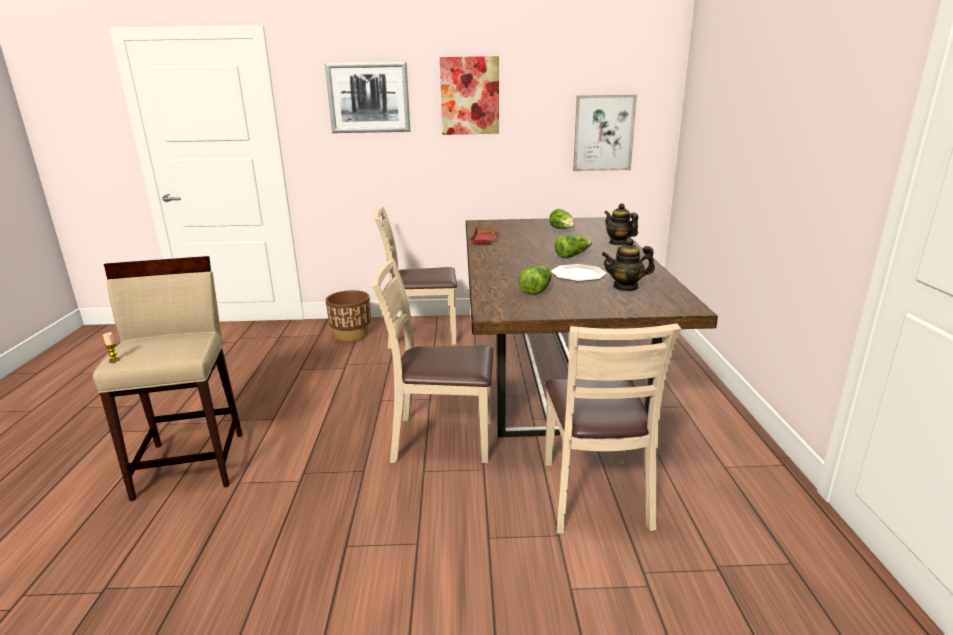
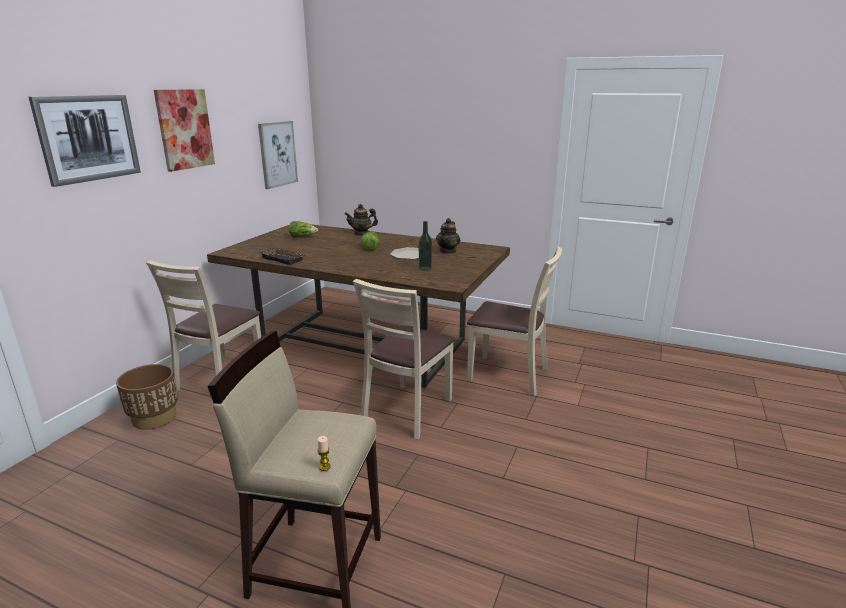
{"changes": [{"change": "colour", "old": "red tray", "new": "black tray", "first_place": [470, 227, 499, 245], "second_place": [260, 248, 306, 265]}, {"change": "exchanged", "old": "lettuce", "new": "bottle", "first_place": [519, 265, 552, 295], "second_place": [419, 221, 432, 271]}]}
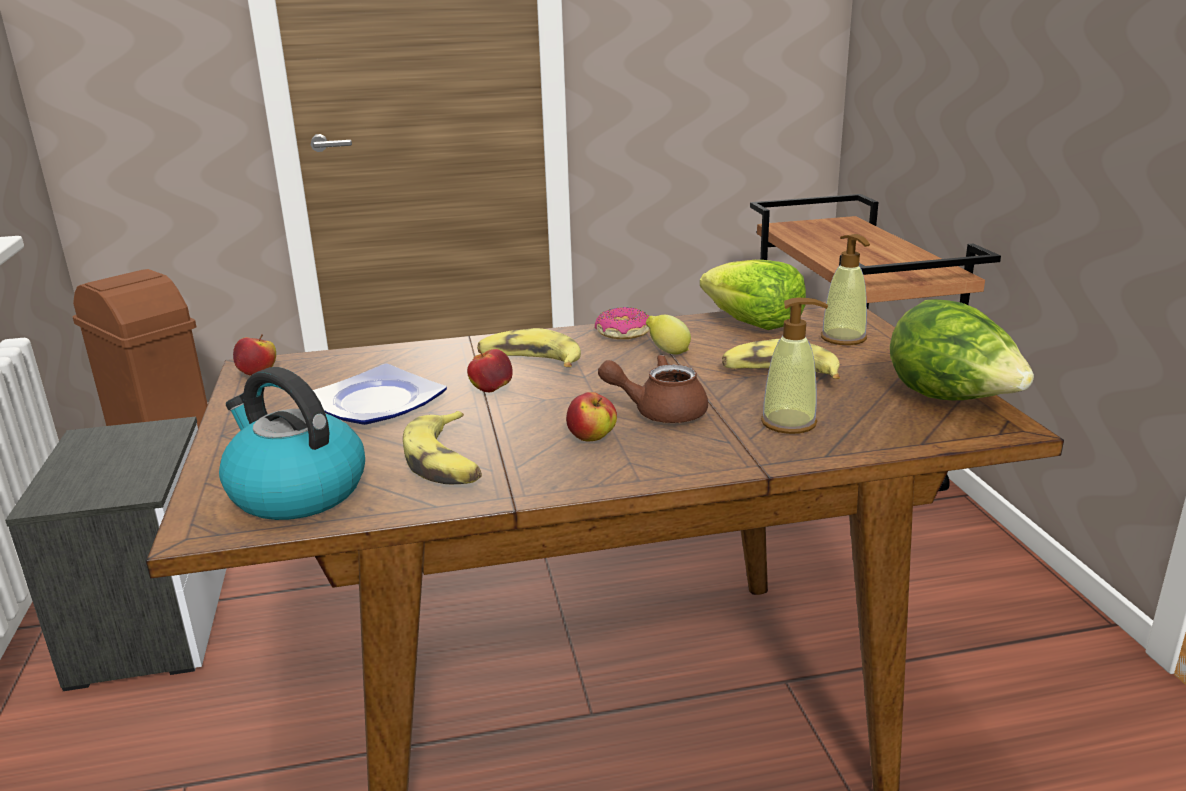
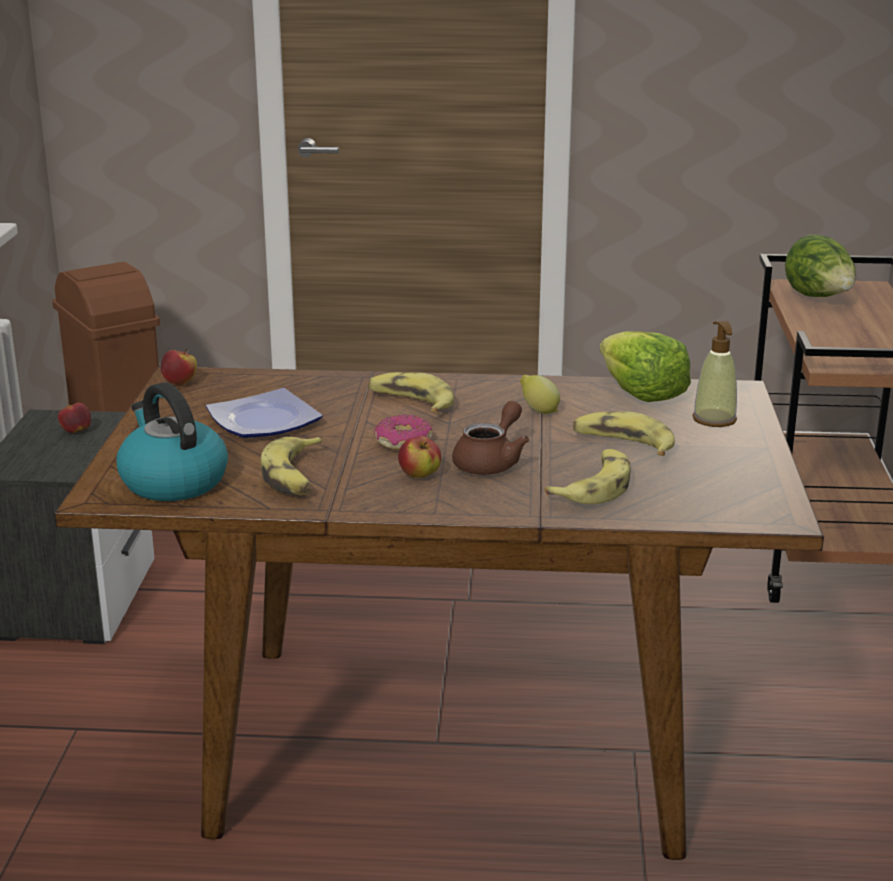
{"changes": [{"change": "relocated", "old": "apple", "first_place": [467, 349, 513, 392], "second_place": [58, 402, 91, 433]}, {"change": "relocated", "old": "donut", "first_place": [595, 307, 650, 339], "second_place": [374, 415, 432, 450]}, {"change": "spun", "old": "brown teapot", "first_place": [598, 355, 708, 423], "second_place": [452, 401, 529, 475], "degrees": 105}, {"change": "exchanged", "old": "soap dispenser", "new": "banana", "first_place": [761, 297, 828, 434], "second_place": [544, 449, 631, 504]}, {"change": "relocated", "old": "lettuce", "first_place": [890, 299, 1034, 400], "second_place": [785, 234, 856, 297]}]}
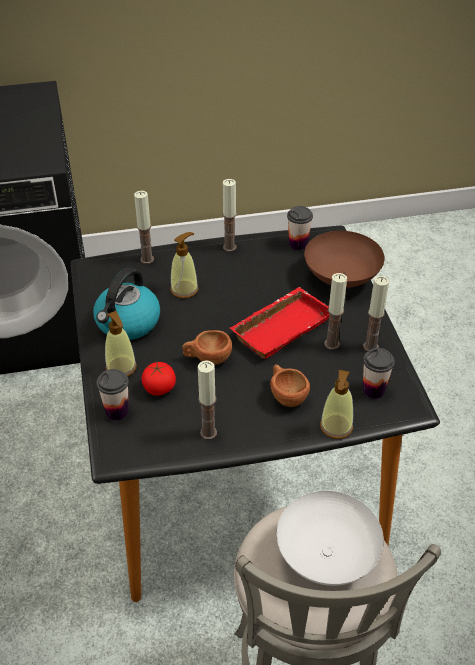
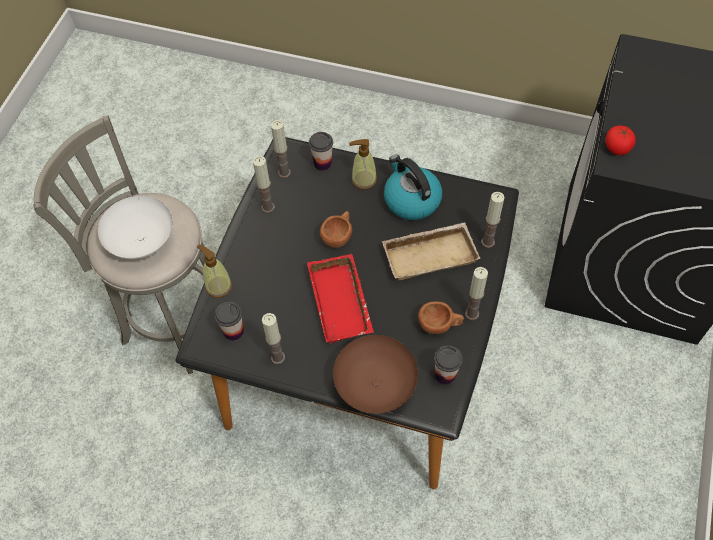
{"changes": [{"change": "relocated", "old": "candle", "first_place": [324, 273, 347, 350], "second_place": [271, 120, 291, 178]}, {"change": "exchanged", "old": "soap dispenser", "new": "beige tray", "first_place": [170, 232, 199, 299], "second_place": [382, 222, 480, 280]}, {"change": "relocated", "old": "brown cup", "first_place": [270, 364, 310, 407], "second_place": [418, 301, 464, 334]}, {"change": "relocated", "old": "tomato", "first_place": [141, 362, 176, 396], "second_place": [606, 126, 636, 155]}]}
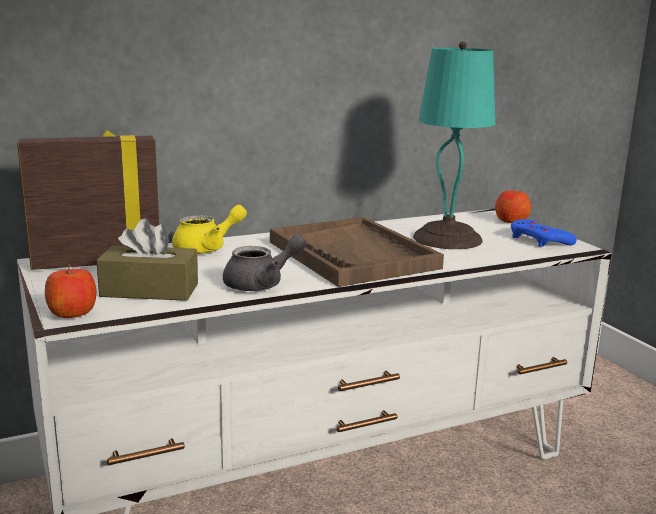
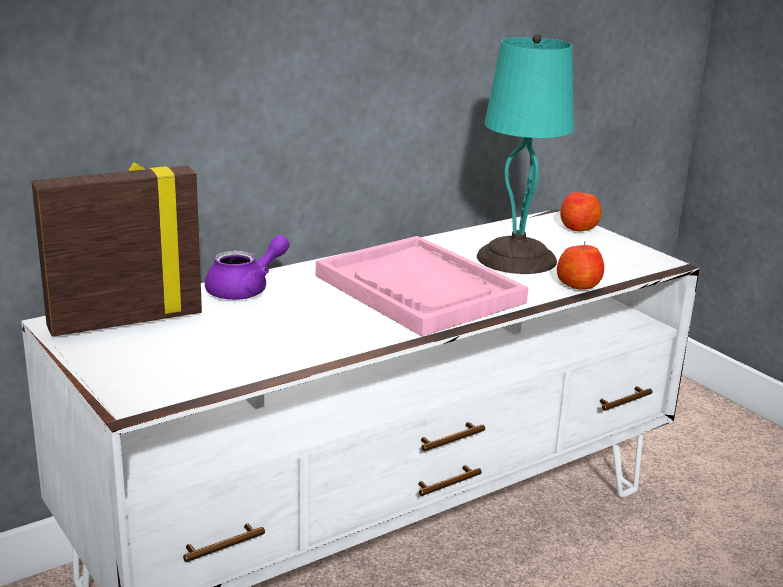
{"changes": [{"change": "colour", "old": "yellow teapot", "new": "purple teapot", "first_place": [172, 205, 247, 254], "second_place": [205, 235, 290, 300]}, {"change": "colour", "old": "brown tray", "new": "pink tray", "first_place": [270, 217, 444, 287], "second_place": [316, 236, 528, 336]}, {"change": "relocated", "old": "apple", "first_place": [45, 264, 96, 318], "second_place": [557, 241, 604, 290]}, {"change": "missing", "old": "brown tissue box", "first_place": [96, 219, 198, 301]}, {"change": "missing", "old": "grey teapot", "first_place": [223, 234, 307, 291]}, {"change": "missing", "old": "blue game controller", "first_place": [511, 219, 577, 247]}]}
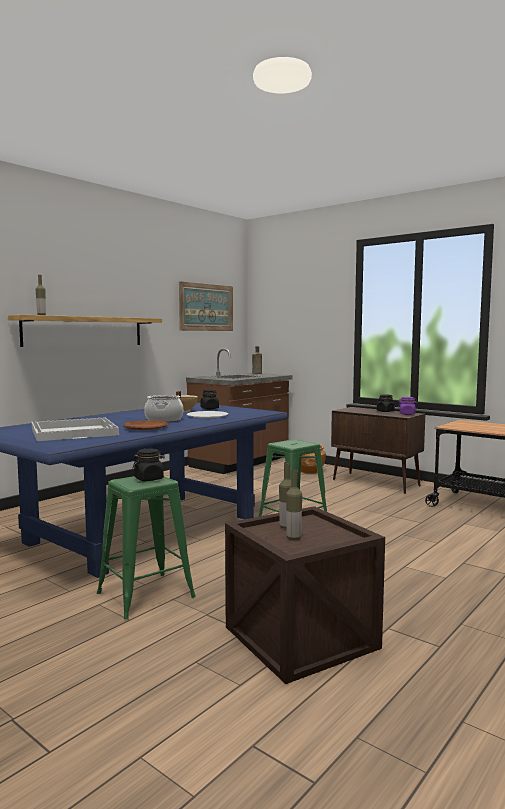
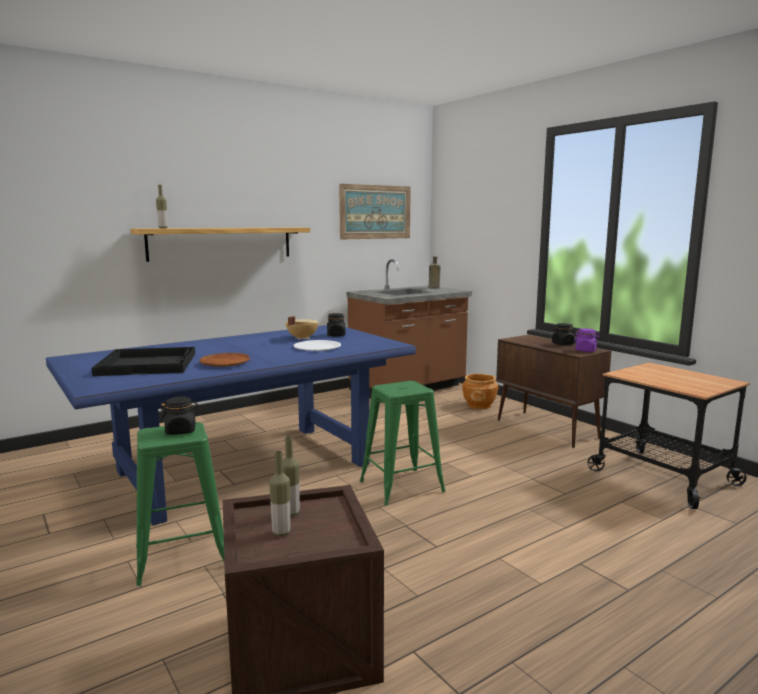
{"changes": [{"change": "colour", "old": "white tray", "new": "black tray", "first_place": [32, 418, 119, 441], "second_place": [92, 347, 195, 376]}, {"change": "missing", "old": "cooking pot", "first_place": [144, 395, 183, 422]}]}
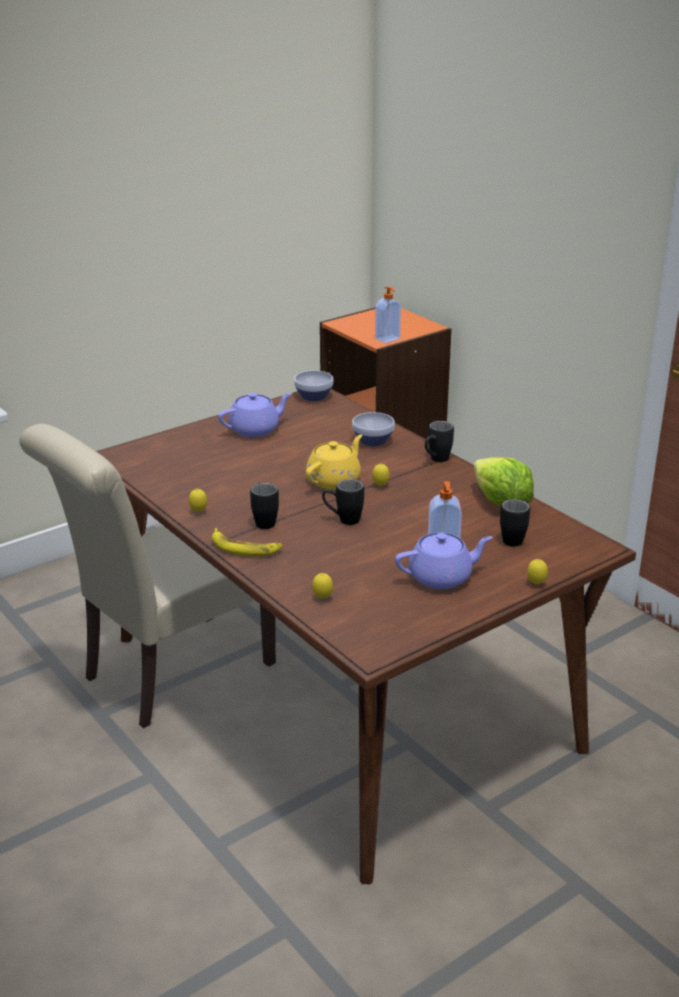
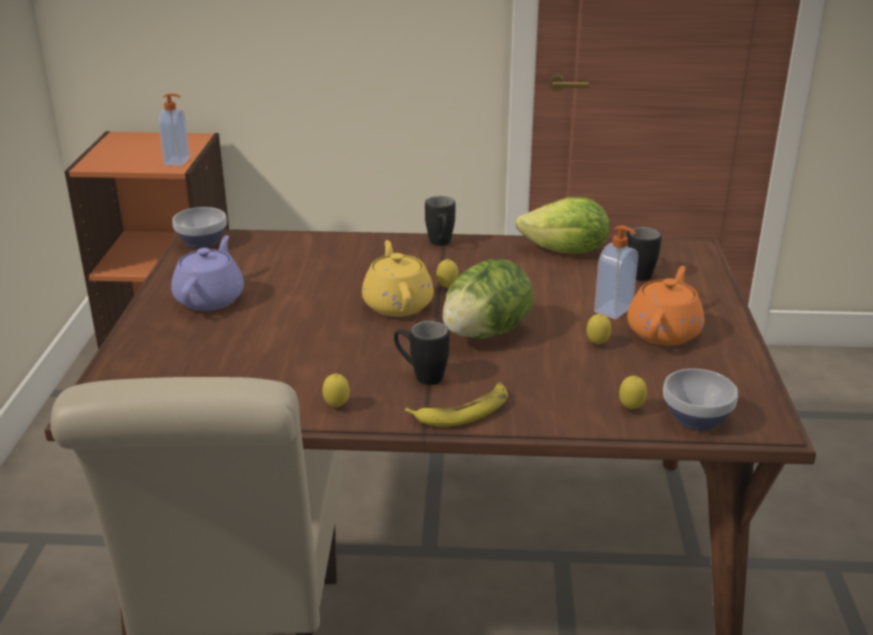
{"changes": [{"change": "exchanged", "old": "black mug", "new": "lettuce", "first_place": [322, 479, 364, 525], "second_place": [442, 259, 534, 339]}, {"change": "relocated", "old": "lemon", "first_place": [527, 559, 548, 585], "second_place": [586, 313, 611, 345]}, {"change": "colour", "old": "purple teapot", "new": "orange teapot", "first_place": [395, 532, 493, 589], "second_place": [627, 266, 704, 346]}, {"change": "relocated", "old": "bowl", "first_place": [352, 412, 395, 446], "second_place": [663, 369, 738, 430]}]}
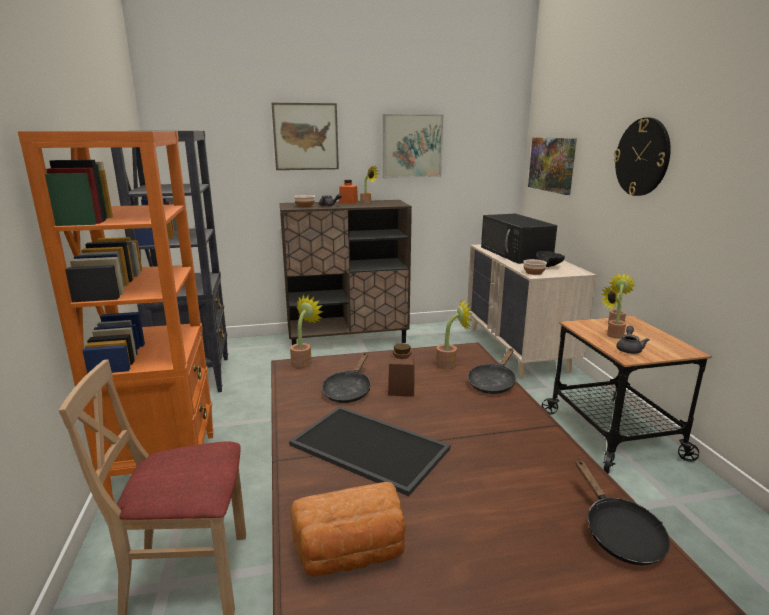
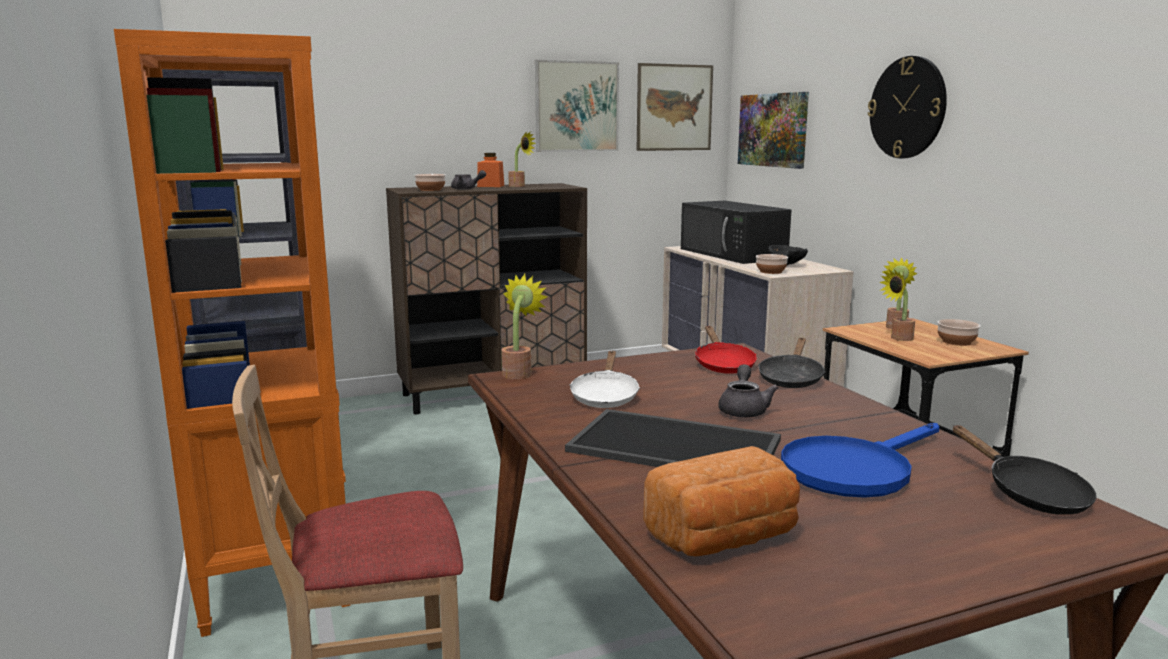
{"changes": [{"change": "colour", "old": "black frying pan", "new": "white frying pan", "first_place": [322, 353, 371, 403], "second_place": [569, 351, 640, 408]}, {"change": "relocated", "old": "picture", "first_place": [271, 103, 339, 170], "second_place": [637, 63, 713, 151]}, {"change": "exchanged", "old": "potted plant", "new": "red frying pan", "first_place": [436, 299, 473, 369], "second_place": [695, 326, 757, 374]}, {"change": "relocated", "old": "grey teapot", "first_place": [616, 326, 650, 354], "second_place": [718, 364, 779, 418]}, {"change": "appeared", "new": "blue frying pan", "second_place": [781, 423, 940, 498]}, {"change": "appeared", "new": "bowl", "second_place": [937, 319, 980, 346]}, {"change": "missing", "old": "brown jar", "first_place": [388, 343, 415, 396]}]}
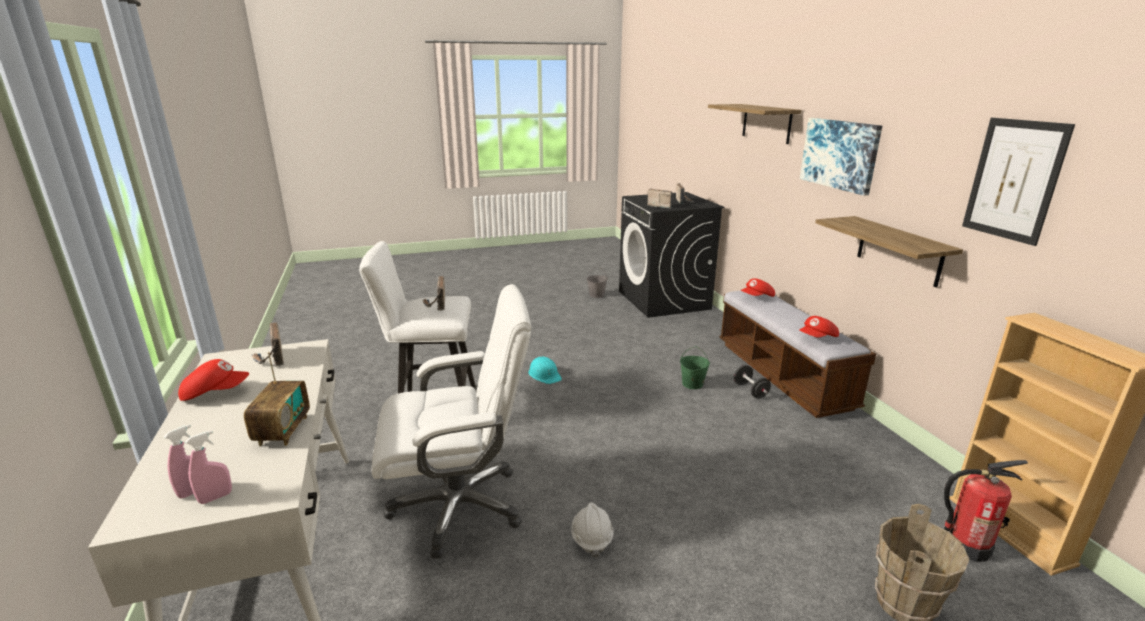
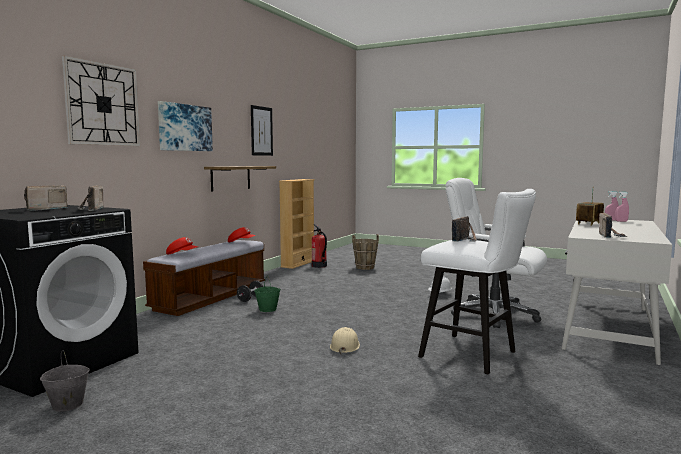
{"changes": [{"change": "exchanged", "old": "shelf", "new": "wall clock", "first_place": [708, 104, 802, 144], "second_place": [62, 56, 140, 146]}, {"change": "colour", "old": "turquoise hard hat", "new": "beige hard hat", "first_place": [528, 357, 562, 384], "second_place": [330, 327, 360, 354]}, {"change": "missing", "old": "red cap", "first_place": [178, 359, 249, 401]}]}
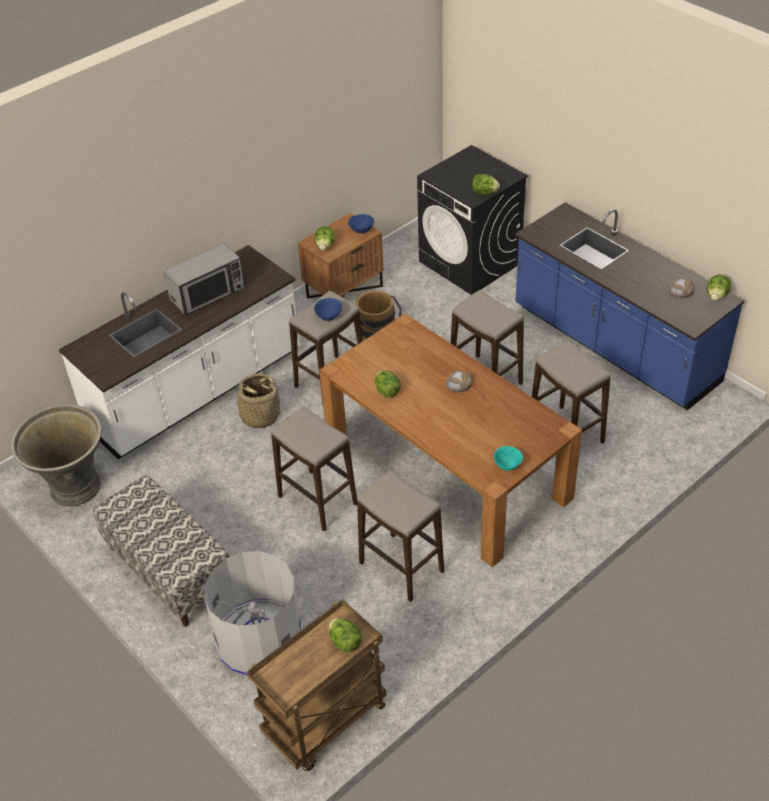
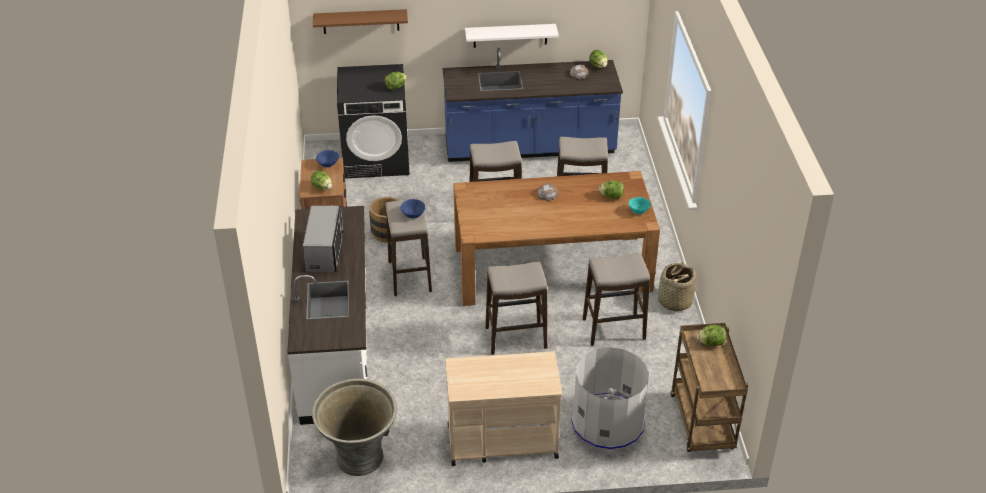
{"changes": [{"change": "appeared", "new": "brown shelf", "second_place": [313, 9, 408, 34]}, {"change": "exchanged", "old": "bench", "new": "beige cart", "first_place": [93, 475, 230, 627], "second_place": [445, 352, 562, 466]}, {"change": "appeared", "new": "white shelf", "second_place": [465, 24, 559, 48]}, {"change": "relocated", "old": "lettuce", "first_place": [375, 370, 401, 398], "second_place": [599, 180, 624, 199]}, {"change": "relocated", "old": "basket", "first_place": [229, 373, 285, 428], "second_place": [658, 262, 696, 311]}]}
